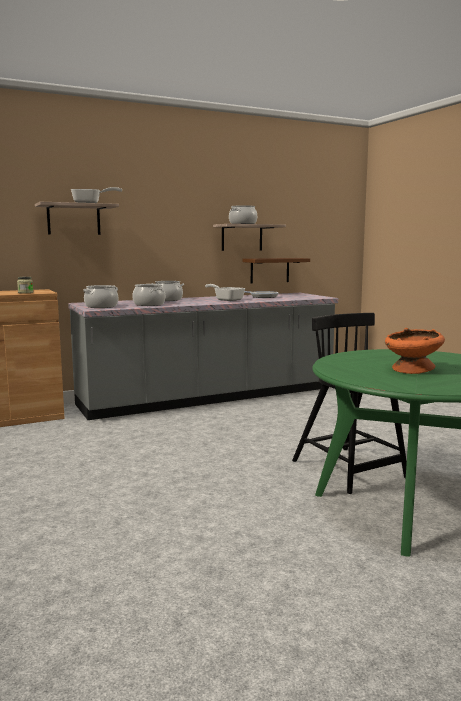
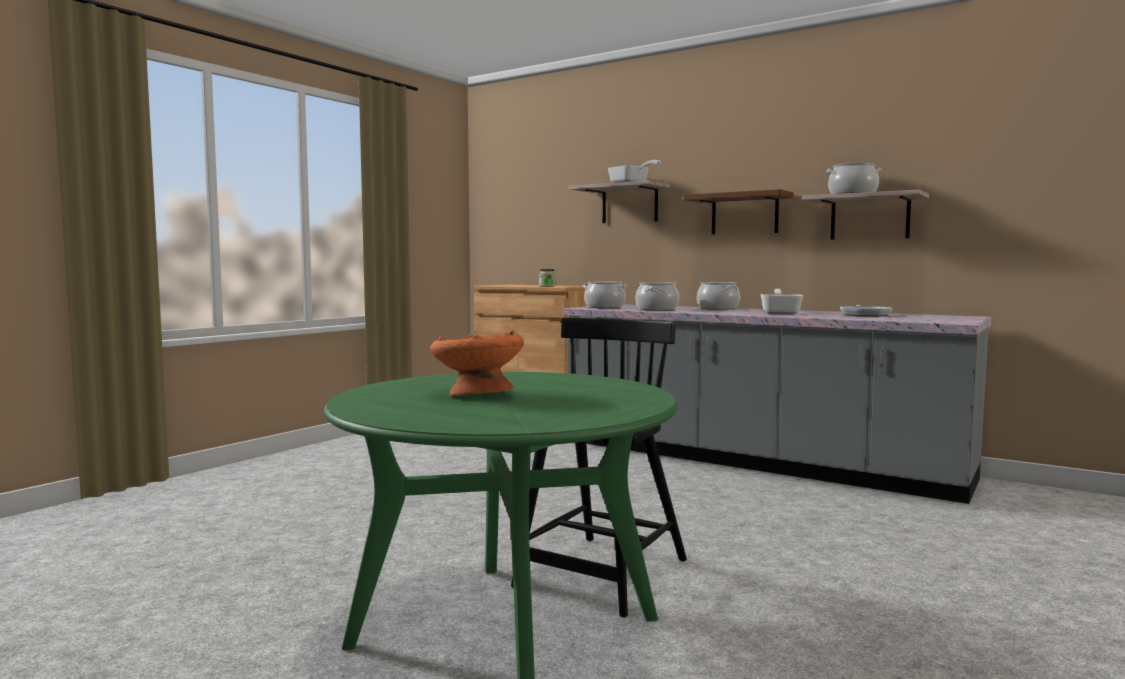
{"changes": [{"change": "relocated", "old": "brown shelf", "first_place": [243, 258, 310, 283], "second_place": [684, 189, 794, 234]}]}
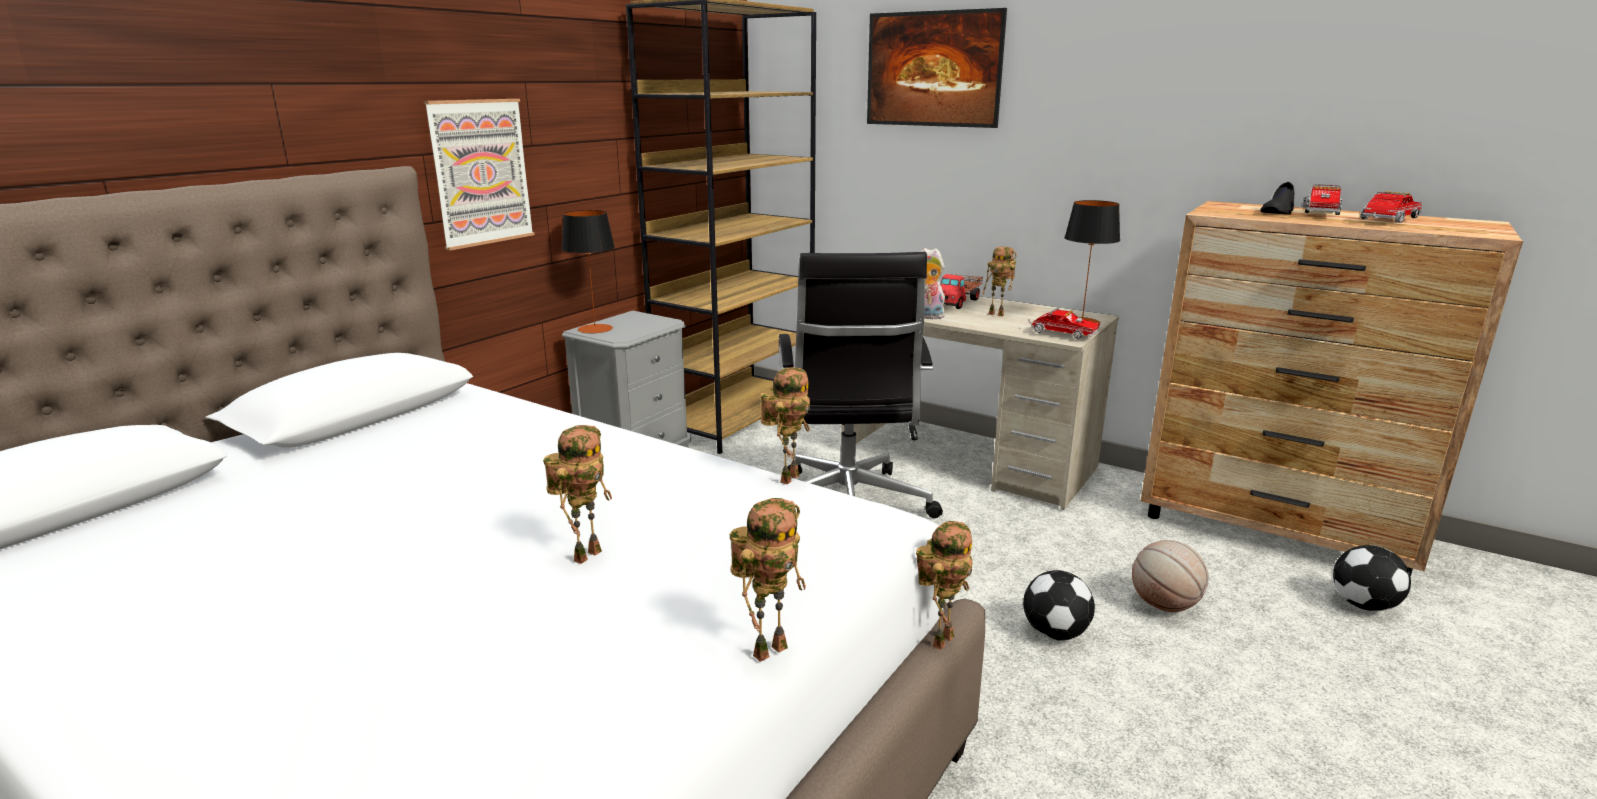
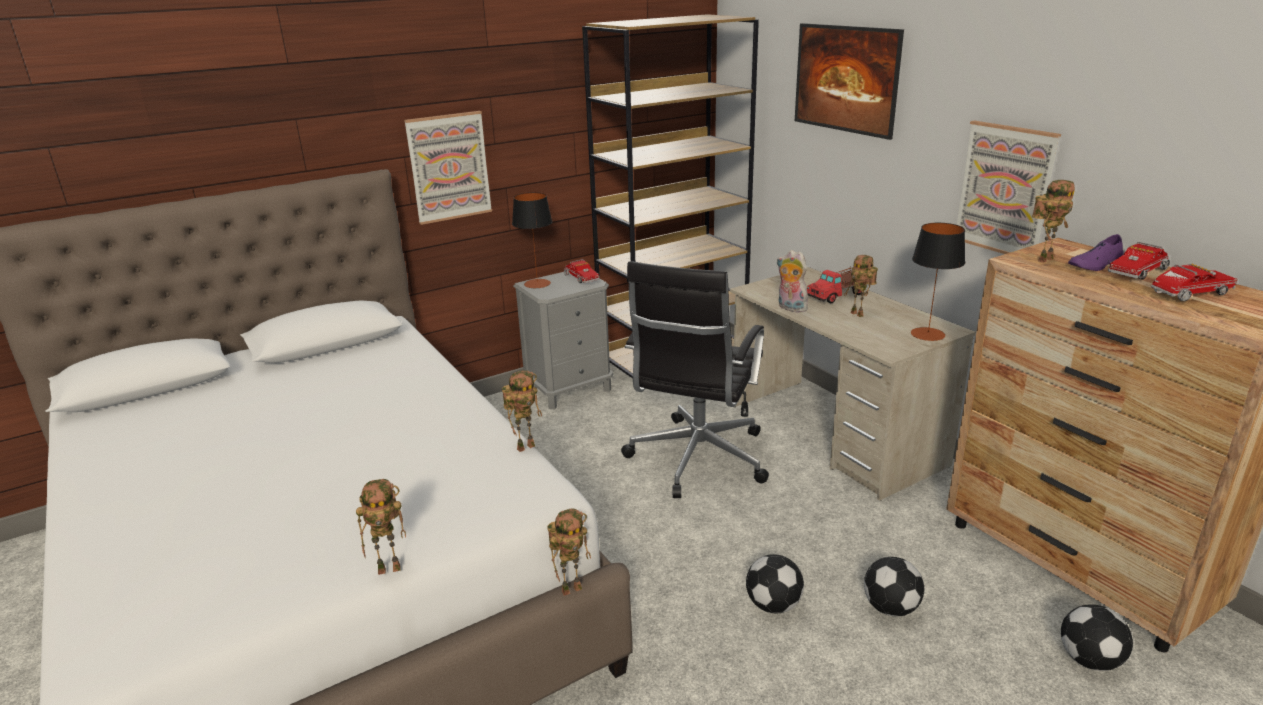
{"changes": [{"change": "relocated", "old": "toy truck", "first_place": [1028, 308, 1100, 339], "second_place": [564, 259, 599, 283]}, {"change": "exchanged", "old": "basketball", "new": "football", "first_place": [1132, 540, 1209, 612], "second_place": [864, 557, 924, 617]}, {"change": "appeared", "new": "picture", "second_place": [957, 121, 1061, 254]}, {"change": "relocated", "old": "toy robot", "first_place": [543, 425, 612, 564], "second_place": [1032, 180, 1075, 263]}, {"change": "colour", "old": "black shoe", "new": "purple shoe", "first_place": [1260, 182, 1294, 214], "second_place": [1068, 234, 1124, 271]}]}
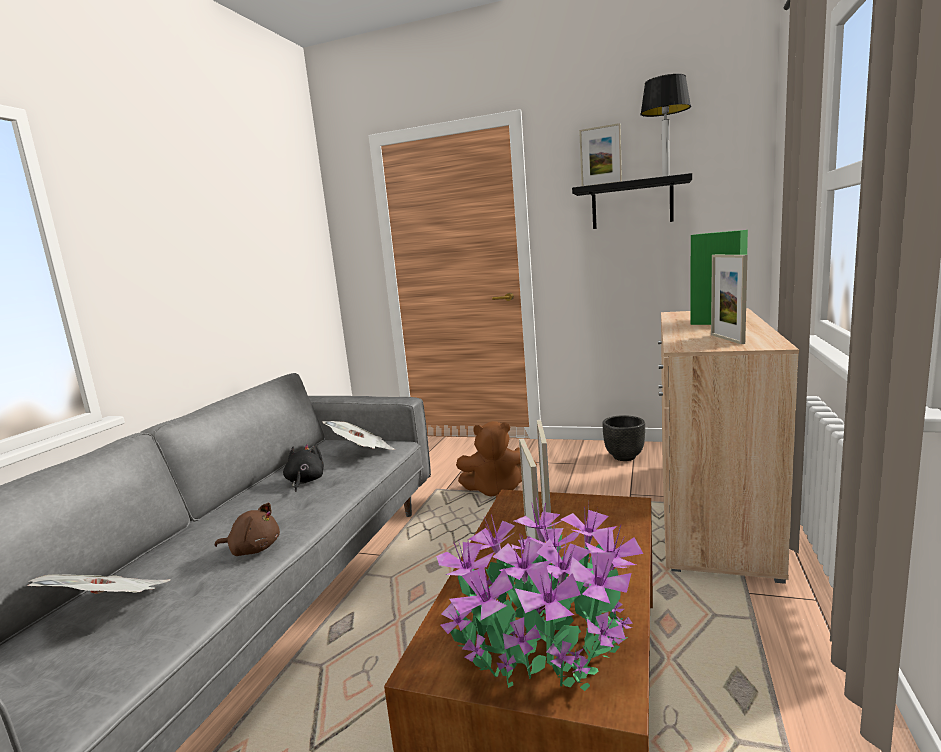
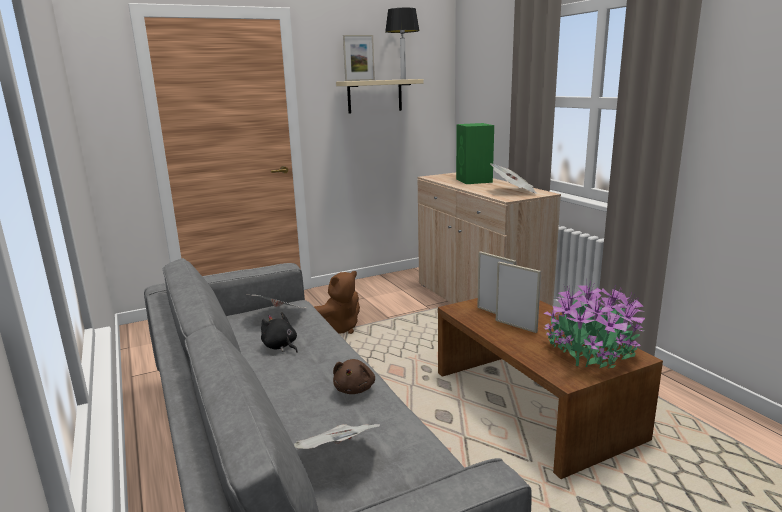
{"changes": [{"change": "spun", "old": "brown plush toy", "first_place": [215, 503, 280, 556], "second_place": [333, 359, 375, 394], "degrees": 135}, {"change": "colour", "old": "black shelf", "new": "beige shelf", "first_place": [572, 173, 692, 229], "second_place": [336, 79, 424, 114]}, {"change": "exchanged", "old": "picture frame", "new": "newspaper", "first_place": [711, 255, 747, 344], "second_place": [490, 163, 537, 194]}, {"change": "missing", "old": "black planter", "first_place": [602, 415, 645, 461]}]}
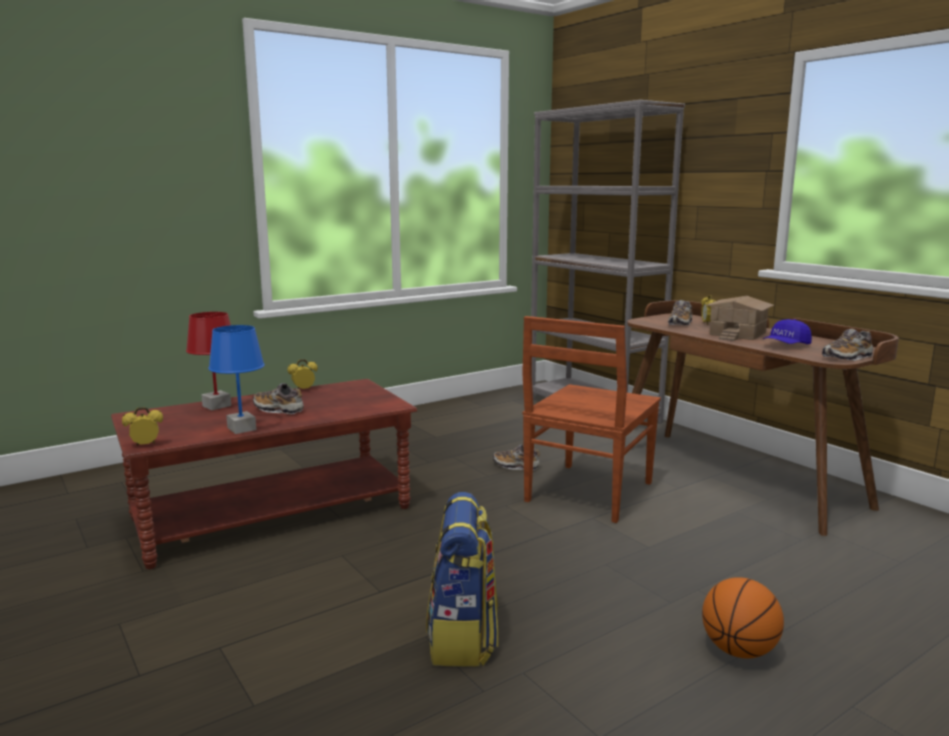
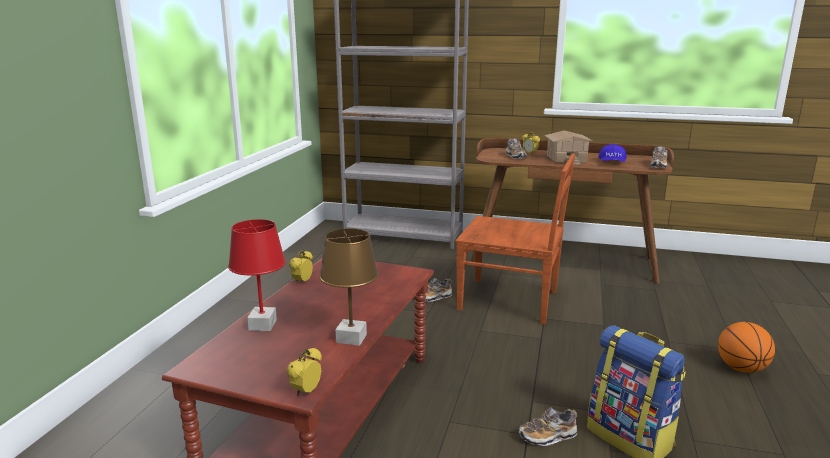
{"changes": [{"change": "colour", "old": "blue table lamp", "new": "brown table lamp", "first_place": [208, 325, 265, 434], "second_place": [320, 228, 378, 346]}, {"change": "spun", "old": "brown chair", "first_place": [522, 316, 661, 523], "second_place": [455, 154, 575, 324], "degrees": -60}, {"change": "relocated", "old": "shoe", "first_place": [253, 383, 304, 414], "second_place": [518, 408, 578, 446]}]}
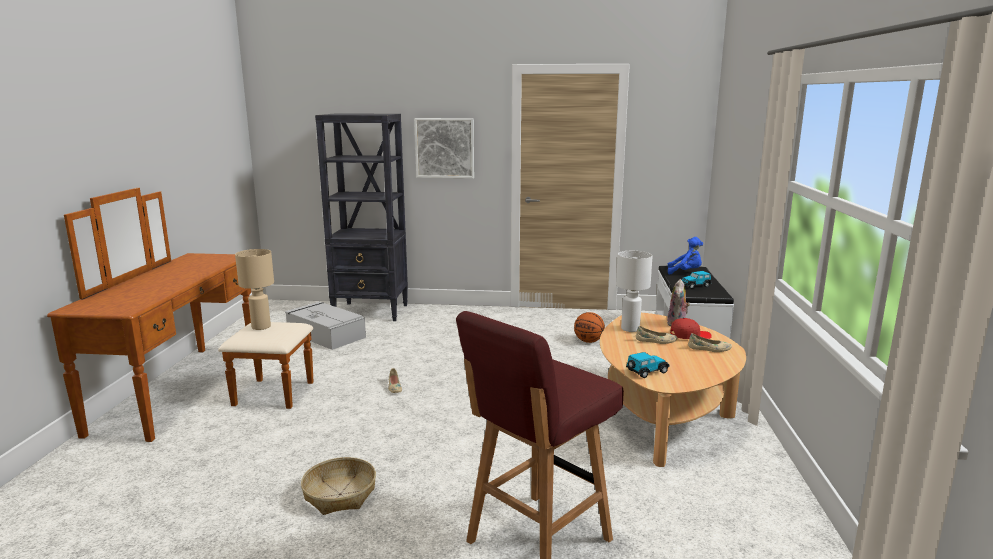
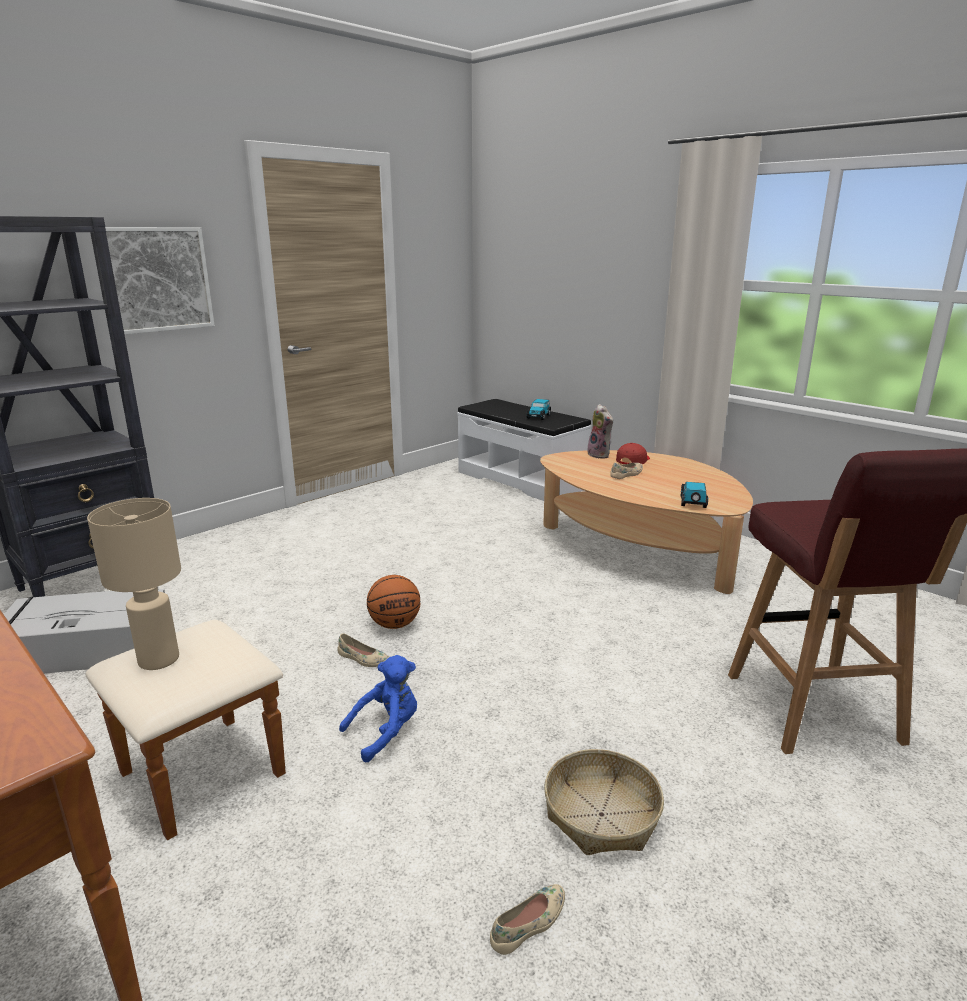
{"changes": [{"change": "relocated", "old": "blue plush toy", "first_place": [668, 237, 703, 275], "second_place": [339, 655, 417, 762]}, {"change": "relocated", "old": "basketball", "first_place": [574, 312, 605, 343], "second_place": [367, 575, 420, 629]}, {"change": "relocated", "old": "beige shoe", "first_place": [688, 333, 732, 352], "second_place": [490, 884, 565, 955]}, {"change": "missing", "old": "white table lamp", "first_place": [616, 251, 653, 332]}]}
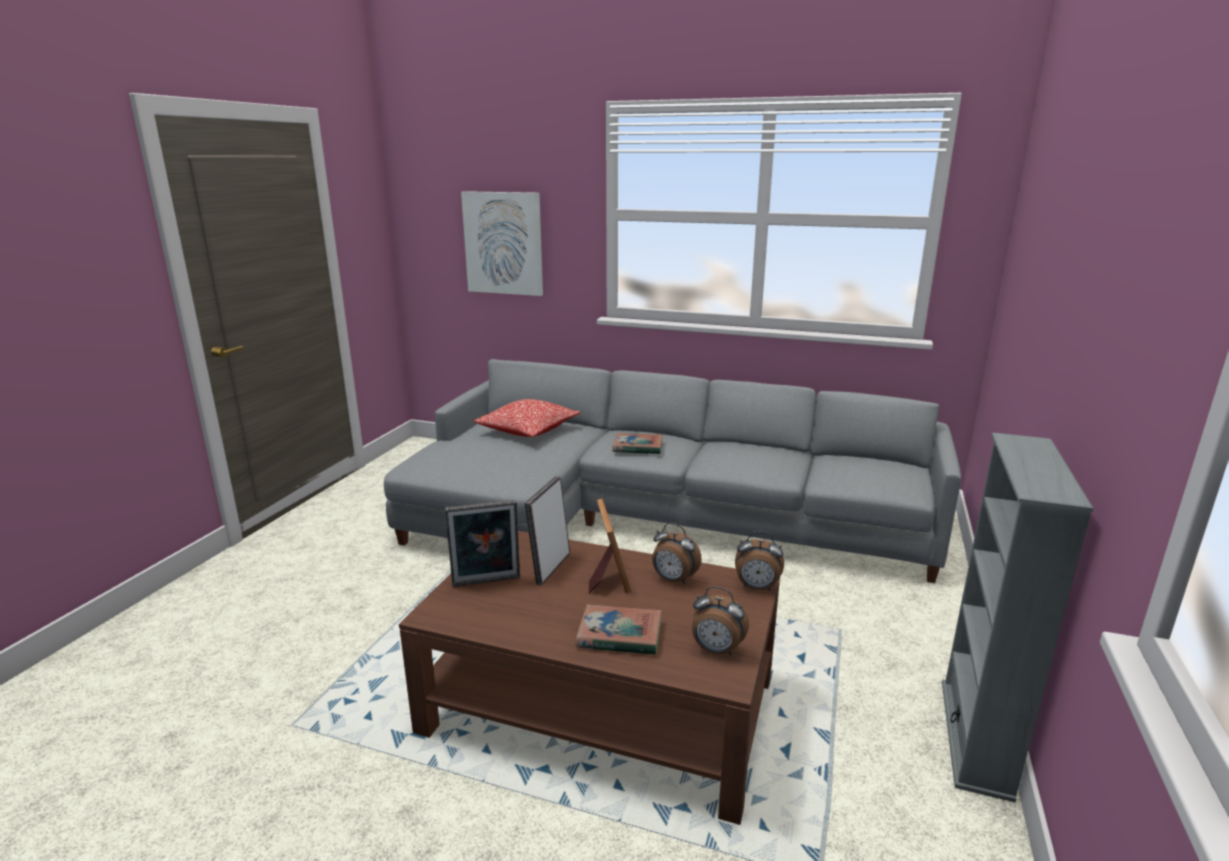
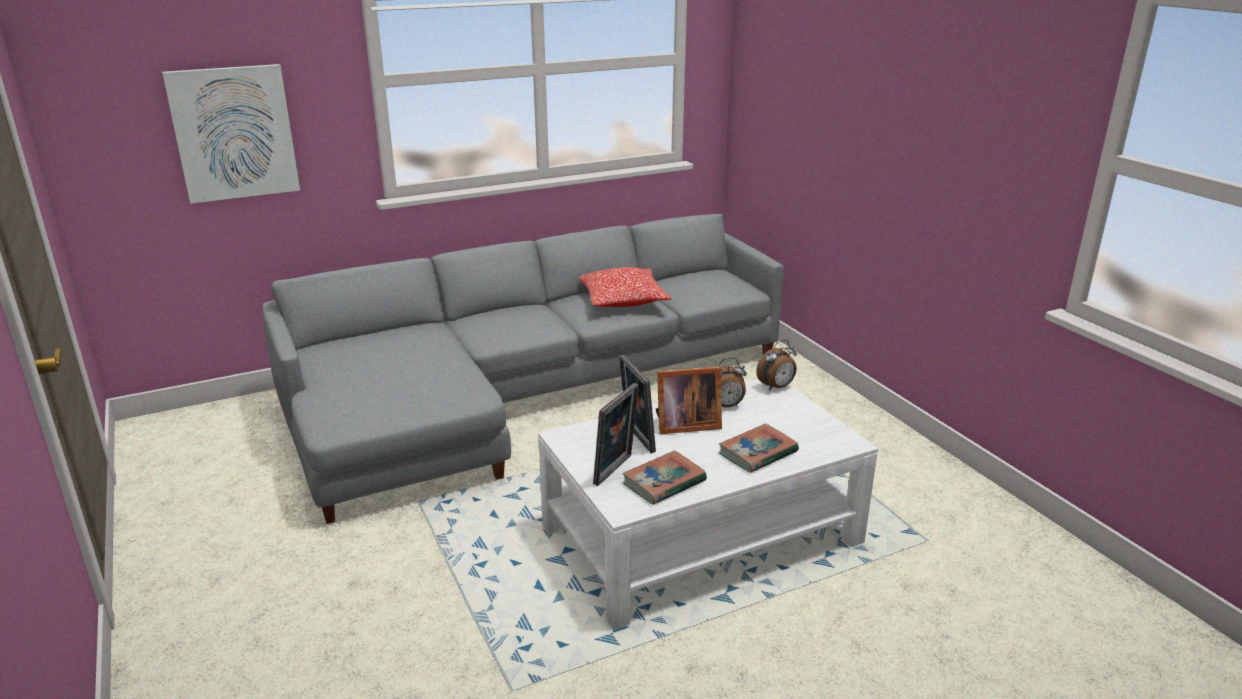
{"changes": [{"change": "colour", "old": "brown coffee table", "new": "white coffee table", "first_place": [399, 531, 780, 825], "second_place": [538, 379, 878, 630]}, {"change": "relocated", "old": "pillow", "first_place": [473, 399, 580, 437], "second_place": [579, 267, 671, 307]}, {"change": "relocated", "old": "book", "first_place": [612, 433, 663, 454], "second_place": [622, 450, 707, 505]}, {"change": "spun", "old": "picture frame", "first_place": [589, 498, 631, 593], "second_place": [656, 367, 722, 434], "degrees": 135}, {"change": "missing", "old": "alarm clock", "first_place": [692, 586, 749, 656]}, {"change": "missing", "old": "grey bookcase", "first_place": [942, 433, 1094, 802]}]}
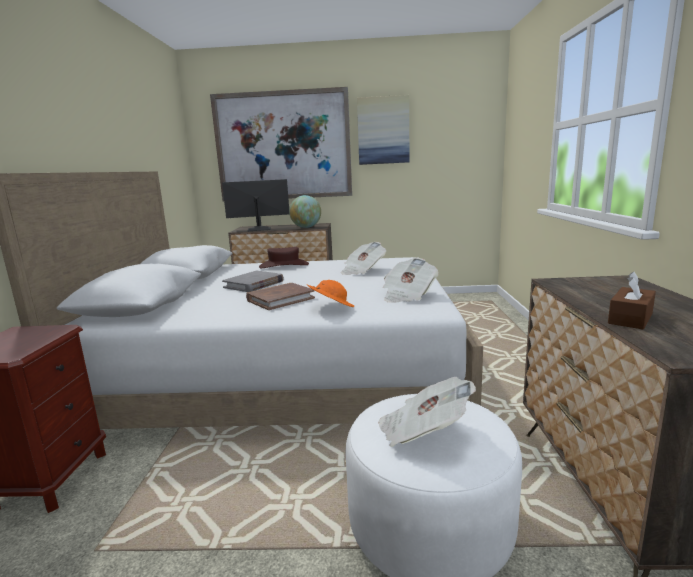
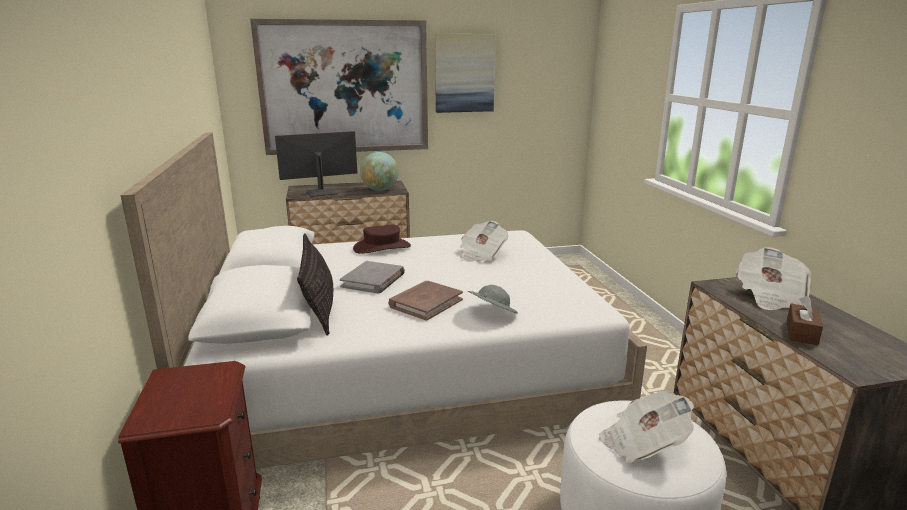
{"changes": [{"change": "appeared", "new": "pillow", "second_place": [297, 233, 333, 336]}, {"change": "colour", "old": "orange hat", "new": "grey hat", "first_place": [307, 280, 354, 307], "second_place": [468, 285, 518, 314]}, {"change": "relocated", "old": "newspaper", "first_place": [383, 258, 439, 303], "second_place": [736, 247, 811, 310]}]}
